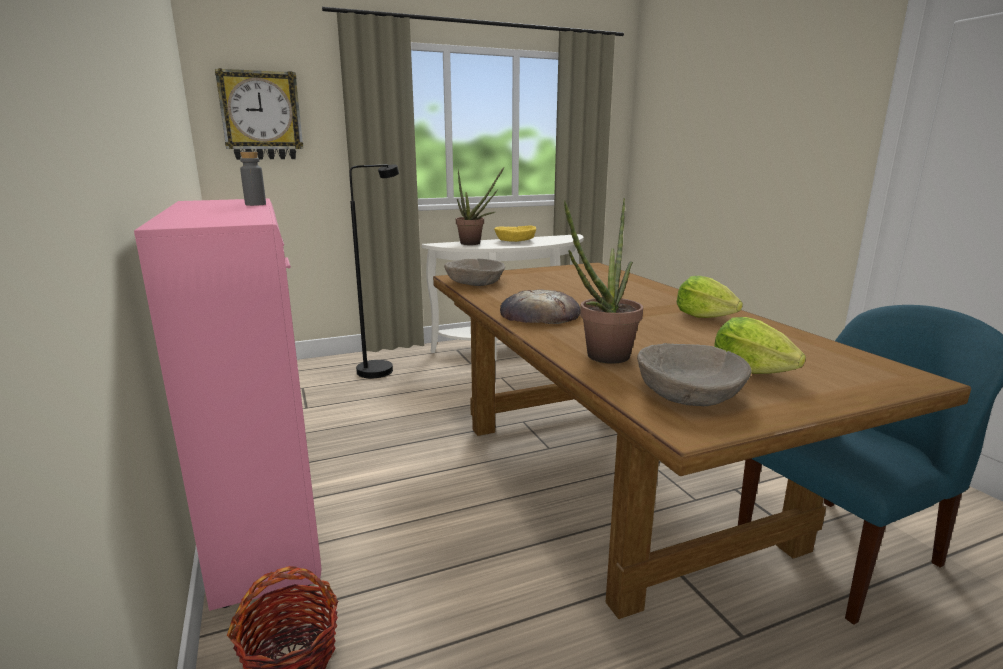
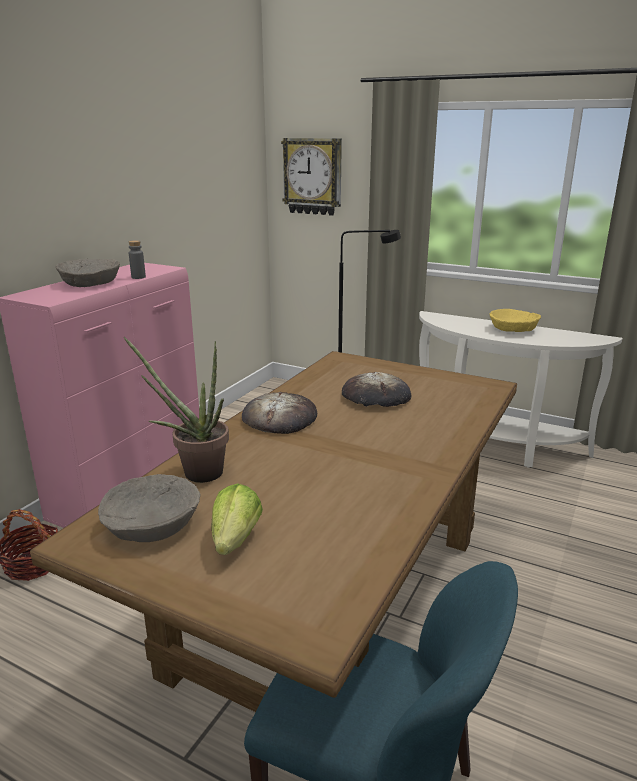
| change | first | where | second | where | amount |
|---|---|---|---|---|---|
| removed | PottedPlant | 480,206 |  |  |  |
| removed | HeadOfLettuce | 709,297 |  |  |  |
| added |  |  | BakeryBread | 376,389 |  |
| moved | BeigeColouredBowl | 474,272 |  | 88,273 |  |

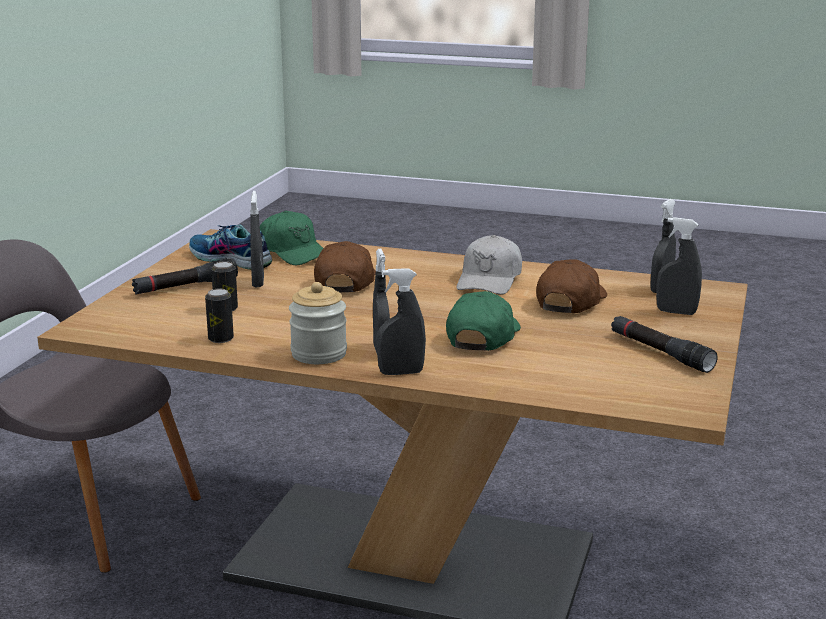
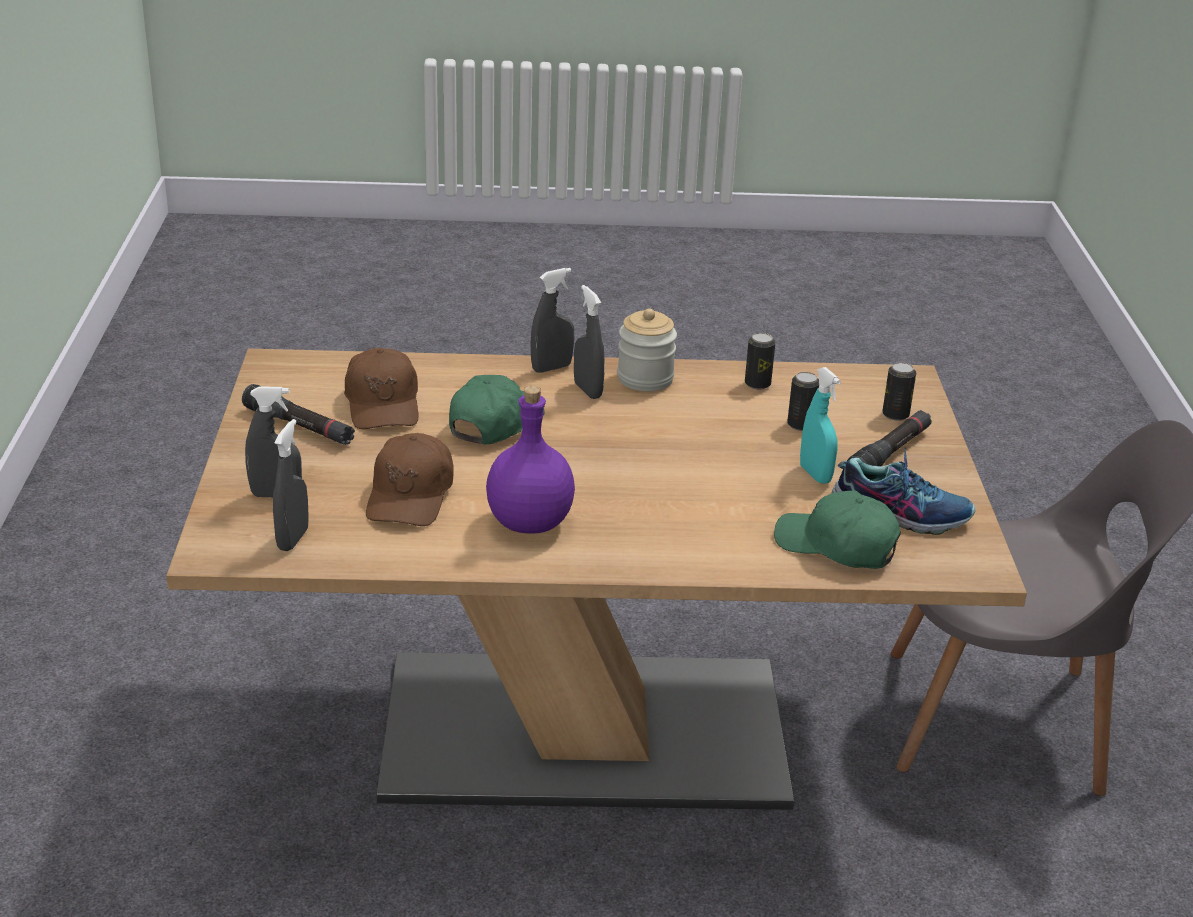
| change | first | where | second | where | amount |
|---|---|---|---|---|---|
| added |  |  | Can | 899,391 |  |
| moved | BrownBaseballCap | 345,266 |  | 381,388 |  |
| replaced | WhiteBaseballCap | 489,265 | PurplishBeverageBottle | 530,460 |  |
| recoloured | GreySprayer | 257,239 | TurquoiseColouredSprayer | 820,425 |  |
| turned | GreenColouredBaseballCap | 483,321 |  | 496,409 | 150 degrees counterclockwise |

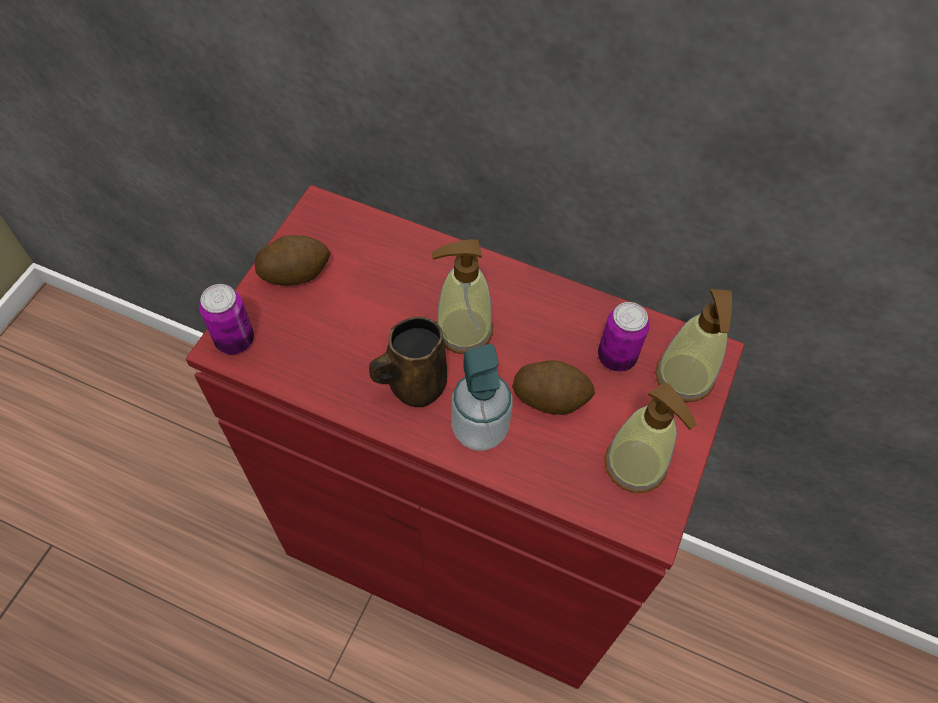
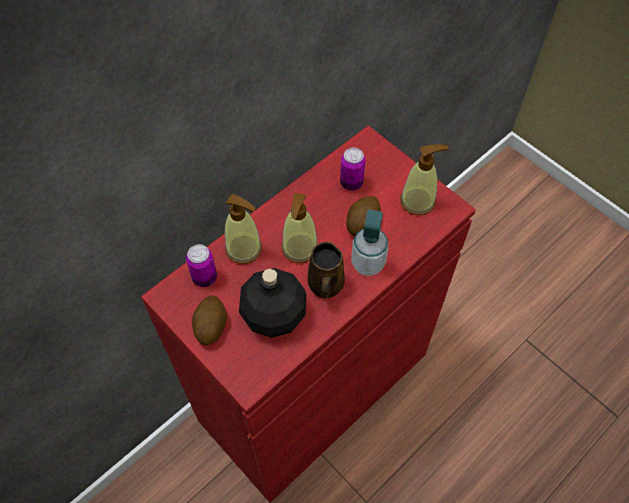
| change | first | where | second | where | amount |
|---|---|---|---|---|---|
| added |  |  | BlackColouredBeverageBottle | 272,303 |  |
| moved | Can | 226,319 |  | 201,265 |  |
| moved | SoapBottle | 693,345 |  | 243,229 |  |

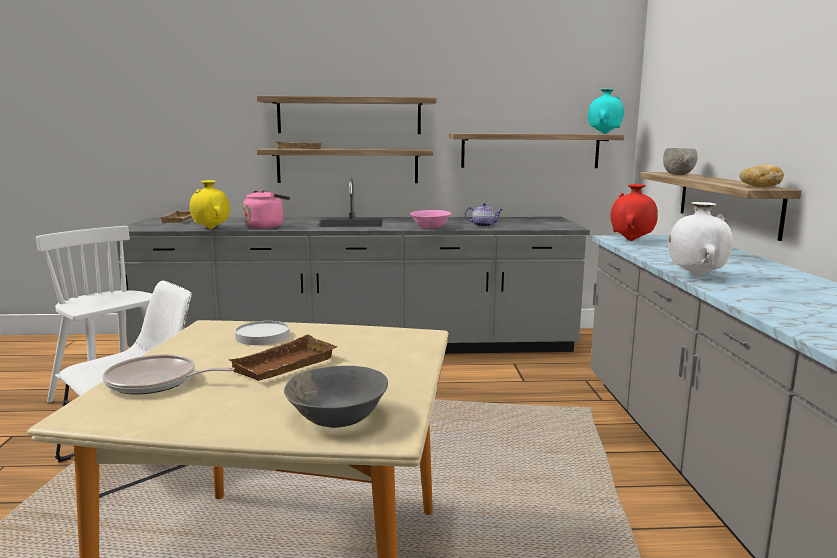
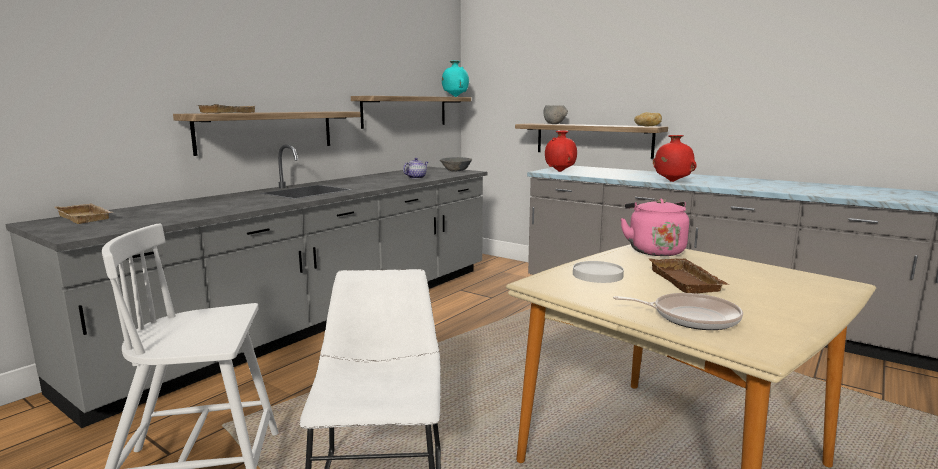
| change | first | where | second | where | amount |
|---|---|---|---|---|---|
| removed | YellowColouredFlowerVase | 210,204 |  |  |  |
| removed | Shelf | 347,115 |  |  |  |
| removed | PinkBowl | 430,219 |  |  |  |
| moved | PinkTeaKettle | 266,209 |  | 654,227 |  |
| moved | GreyBowl | 336,397 |  | 456,164 |  |
| recoloured | WhiteFlowerVase | 700,239 | RedFlowerVase | 675,158 |  |
| turned | FryingPan | 169,374 |  | 678,311 | 120 degrees counterclockwise |

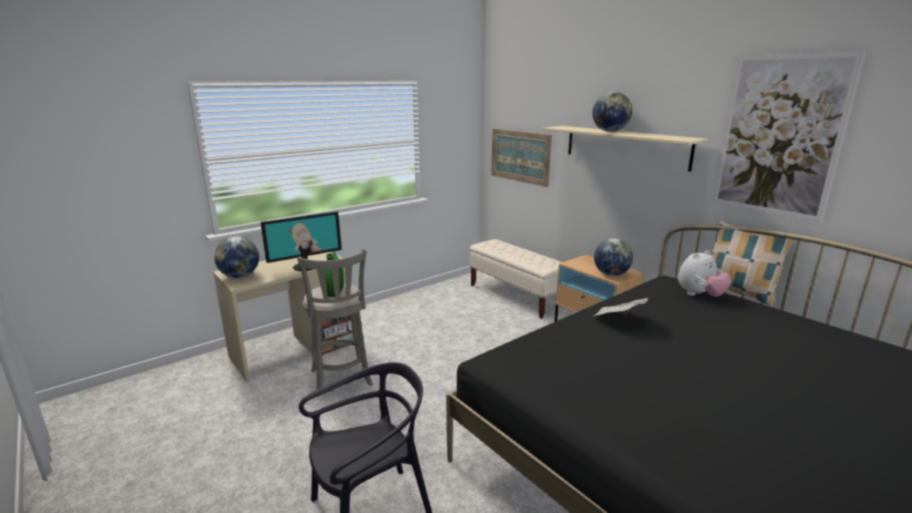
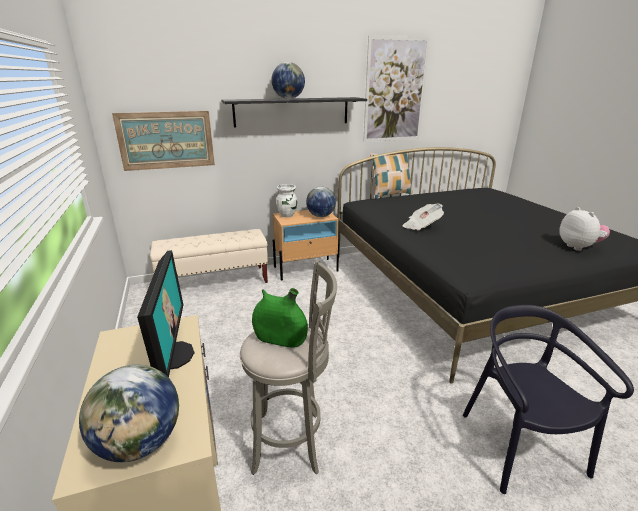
| change | first | where | second | where | amount |
|---|---|---|---|---|---|
| added |  |  | WhiteFlowerVase | 286,200 |  |
| moved | SoftToy | 704,273 |  | 584,229 |  |
| recoloured | BeigeColouredShelf | 625,149 | BlackColouredShelf | 294,112 |  |

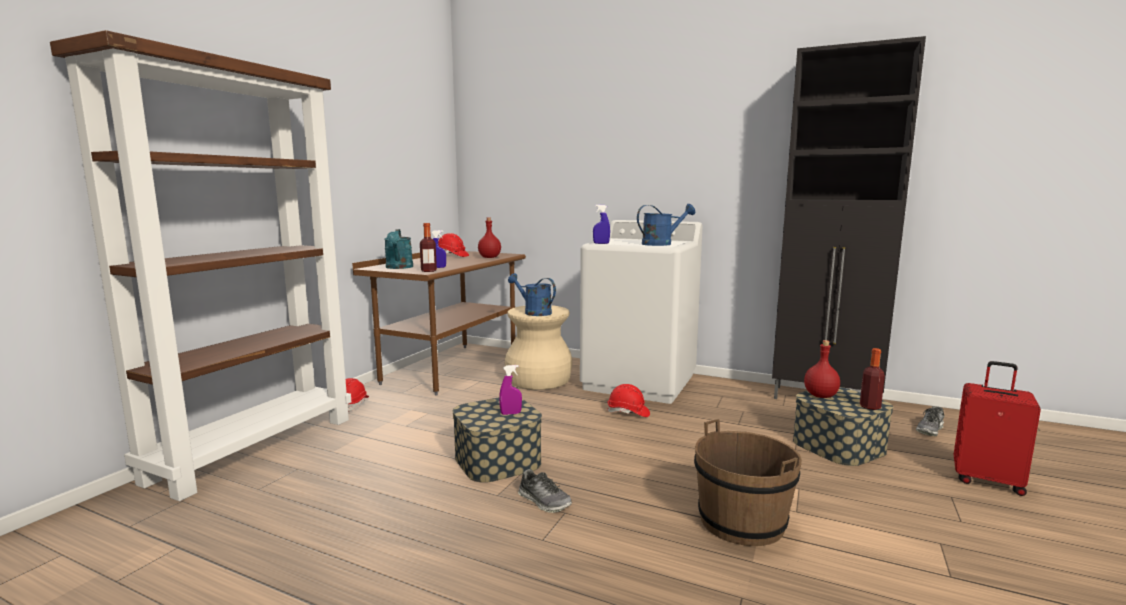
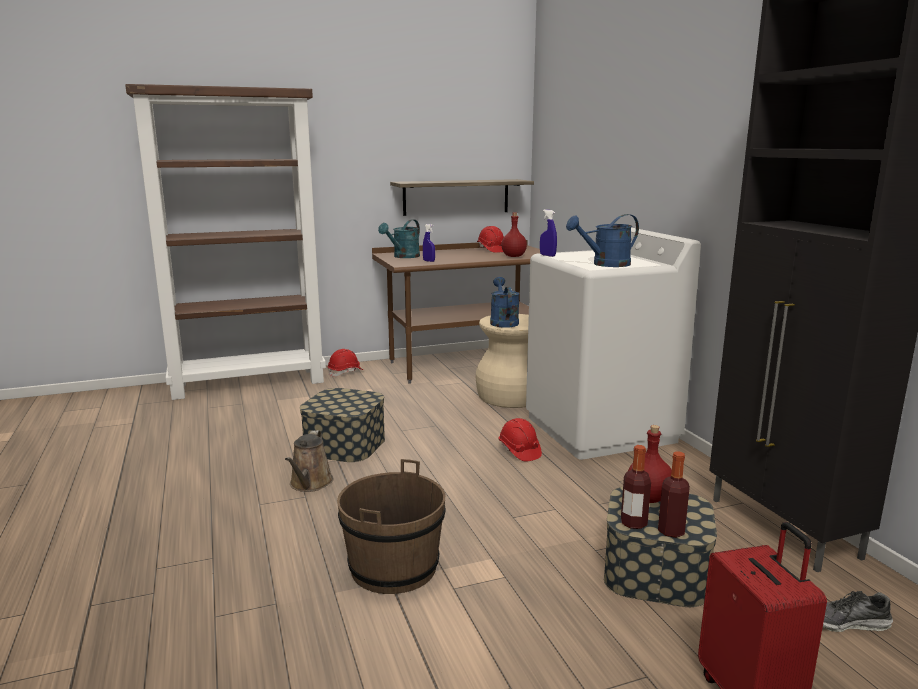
| change | first | where | second | where | amount |
|---|---|---|---|---|---|
| removed | PurplishSprayer | 510,390 |  |  |  |
| added |  |  | Shelf | 462,197 |  |
| moved | BeverageBottle | 428,247 |  | 636,487 |  |
| replaced | ItemOfFootwear | 545,491 | BrownWateringPot | 309,461 |  |
| turned | BlueWateringPot | 666,225 |  | 602,240 | 135 degrees clockwise |

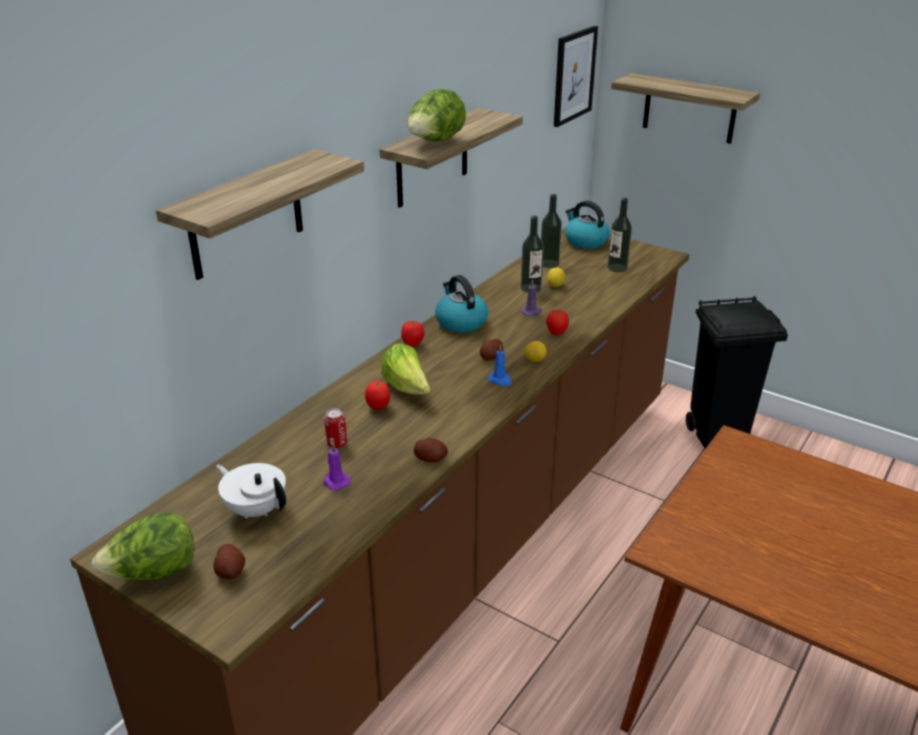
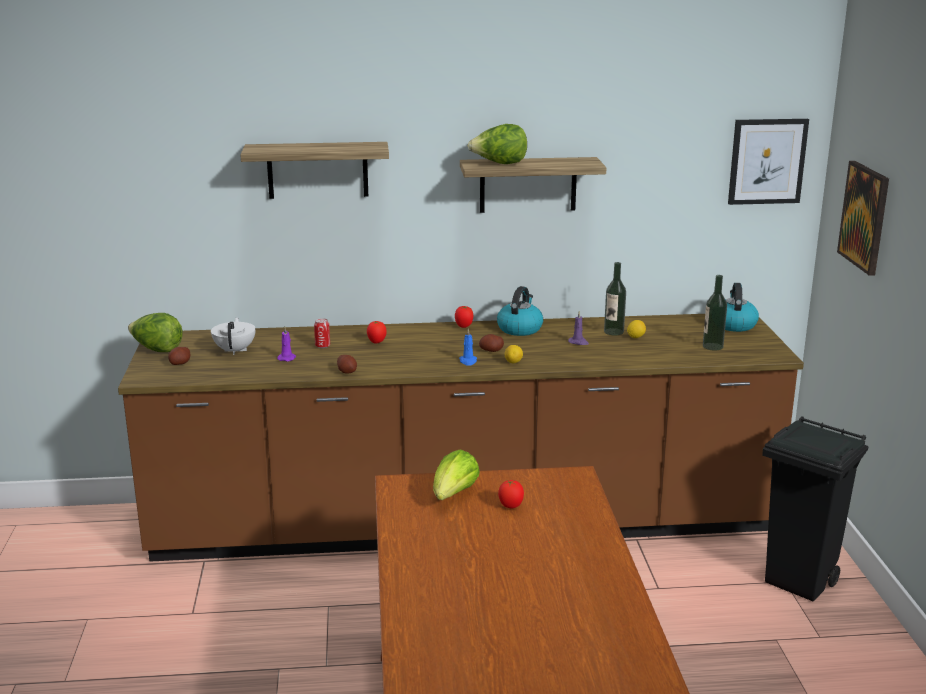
| change | first | where | second | where | amount |
|---|---|---|---|---|---|
| removed | BeverageBottle | 551,231 |  |  |  |
| moved | HeadOfLettuce | 406,369 |  | 456,474 |  |
| moved | FreshTomato | 557,322 |  | 511,494 |  |
| replaced | Shelf | 685,108 | Picture | 863,218 |  |

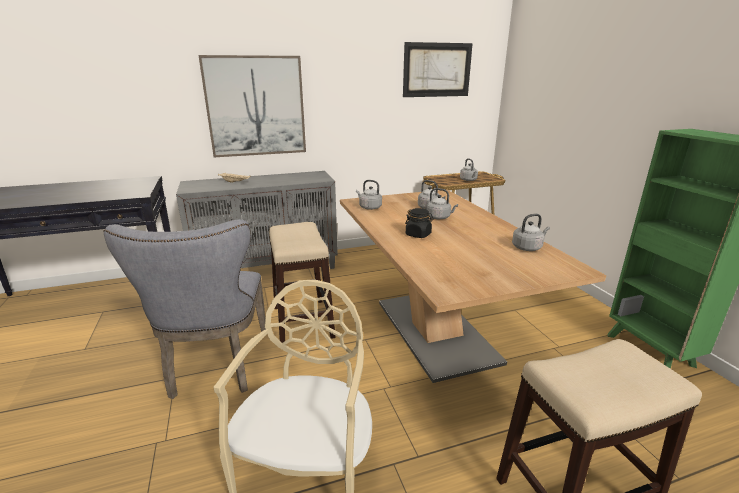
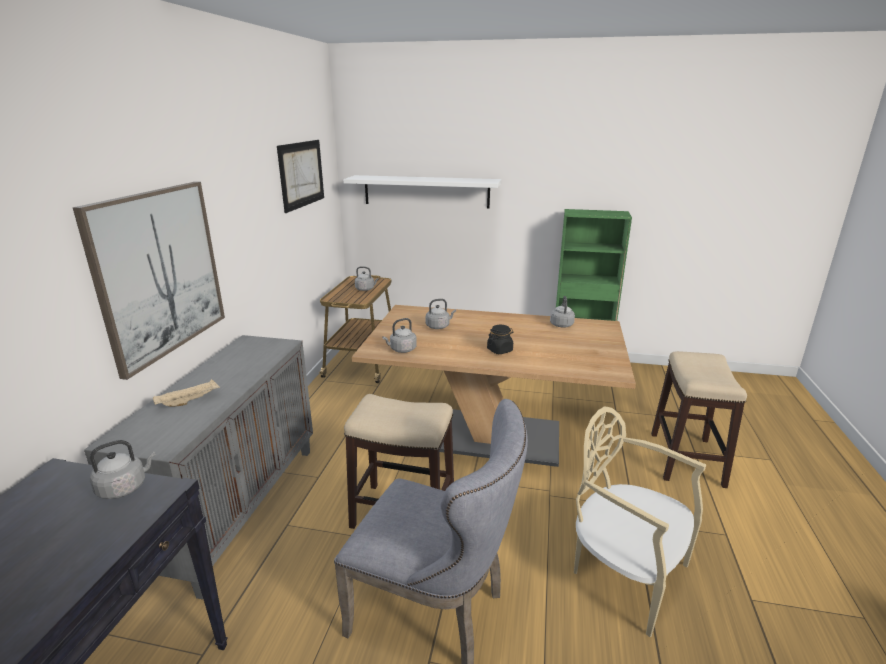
| change | first | where | second | where | amount |
|---|---|---|---|---|---|
| added |  |  | WhiteShelf | 422,191 |  |
| moved | GreyTeaKettle | 442,203 |  | 123,469 |  |

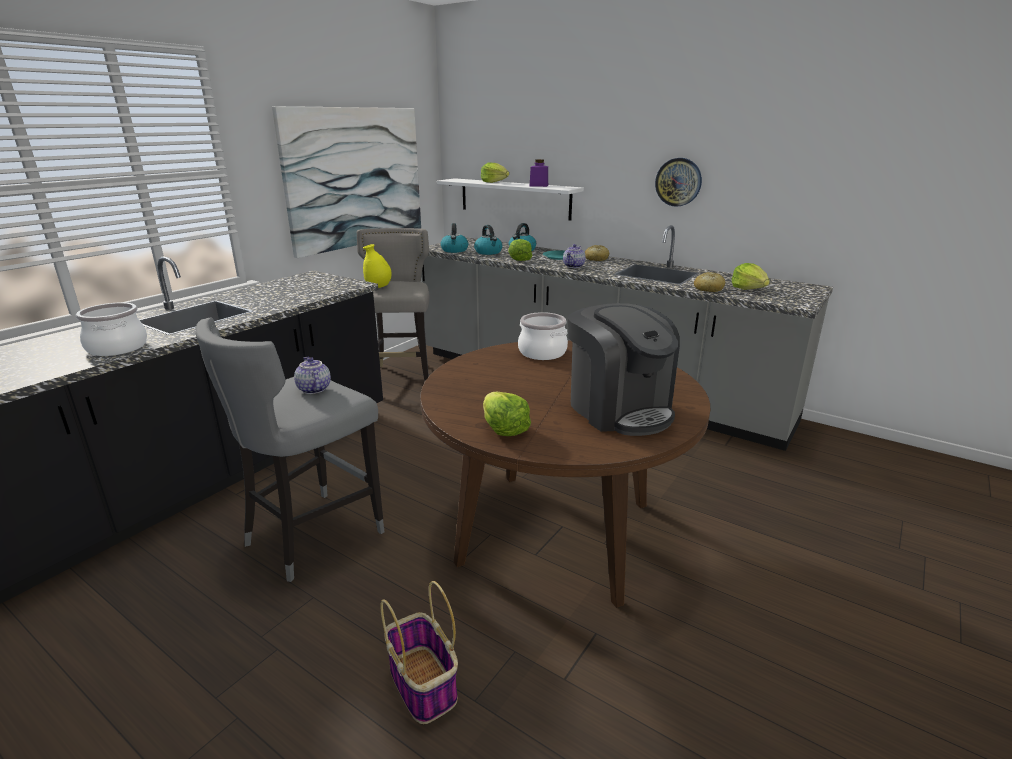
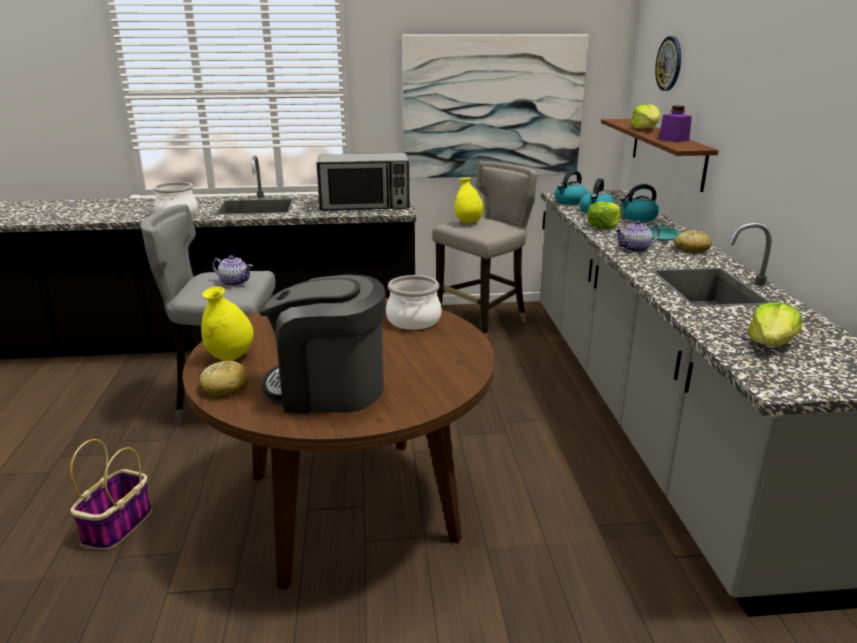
| change | first | where | second | where | amount |
|---|---|---|---|---|---|
| added |  |  | Microwave | 363,182 |  |
| moved | HangingClock | 678,182 |  | 668,63 |  |
| moved | BakeryBread | 709,282 |  | 224,378 |  |
| replaced | HeadOfLettuce | 507,414 | YellowColouredFlowerVase | 227,323 |  |
| recoloured | WhiteShelf | 510,199 | BrownShelf | 660,155 |  |
| turned | PotForTea | 312,375 |  | 232,270 | 90 degrees clockwise |
| turned | CoffeeMaker | 624,369 |  | 322,344 | 75 degrees clockwise |

